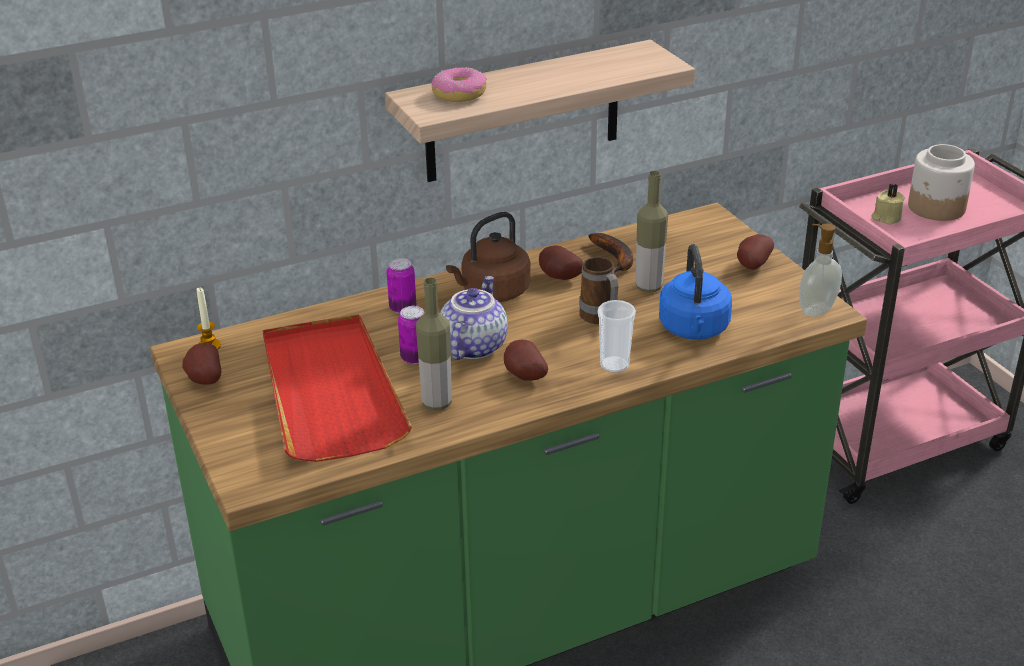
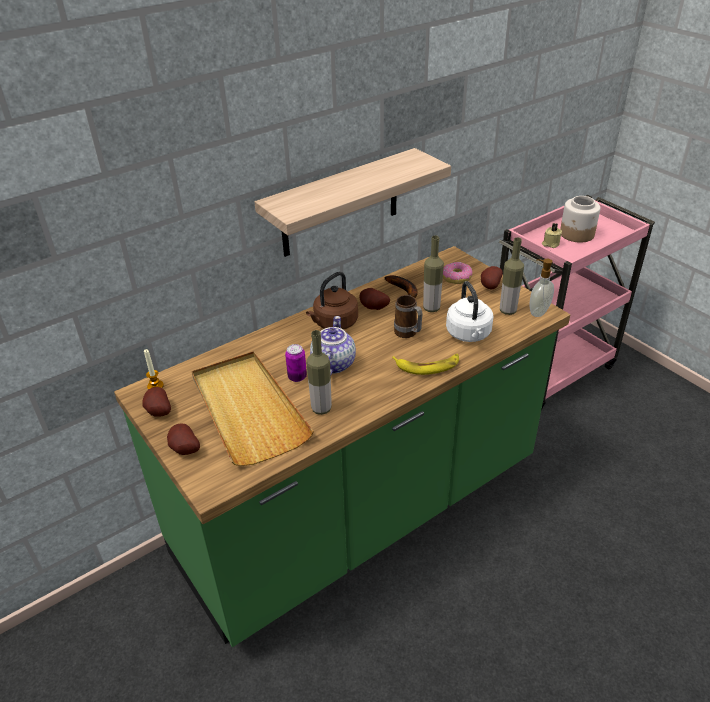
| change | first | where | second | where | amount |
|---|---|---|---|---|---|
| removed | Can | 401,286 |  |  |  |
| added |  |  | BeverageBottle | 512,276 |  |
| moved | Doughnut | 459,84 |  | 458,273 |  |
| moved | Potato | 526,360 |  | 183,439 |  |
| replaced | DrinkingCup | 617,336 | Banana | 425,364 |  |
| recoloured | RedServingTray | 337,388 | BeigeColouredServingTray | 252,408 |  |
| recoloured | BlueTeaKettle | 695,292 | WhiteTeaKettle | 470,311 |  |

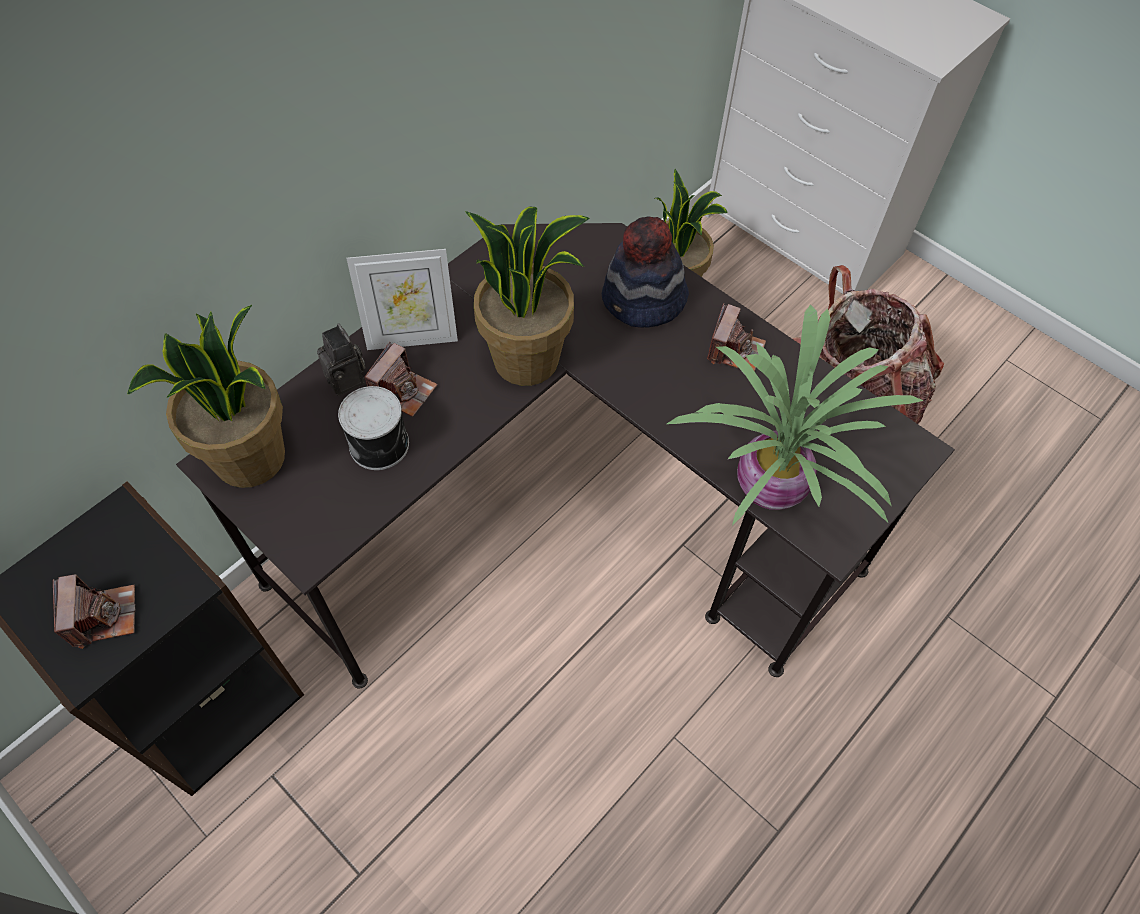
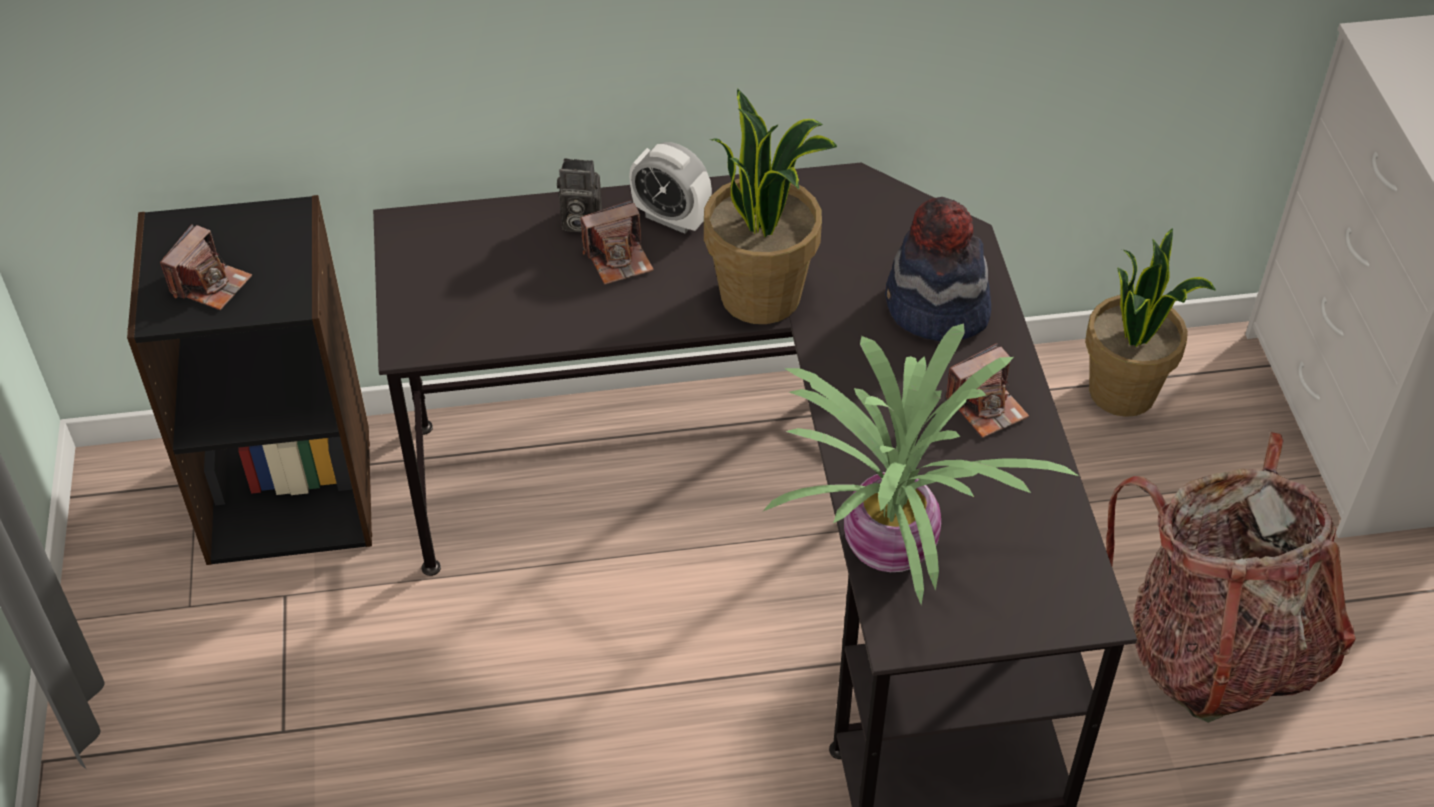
| change | first | where | second | where | amount |
|---|---|---|---|---|---|
| removed | PottedPlant | 206,396 |  |  |  |
| removed | Can | 373,428 |  |  |  |
| replaced | PhotoFrame | 402,299 | BedsideClock | 670,188 |  |
| turned | PhotoCamera | 341,359 |  | 579,195 | 90 degrees clockwise |

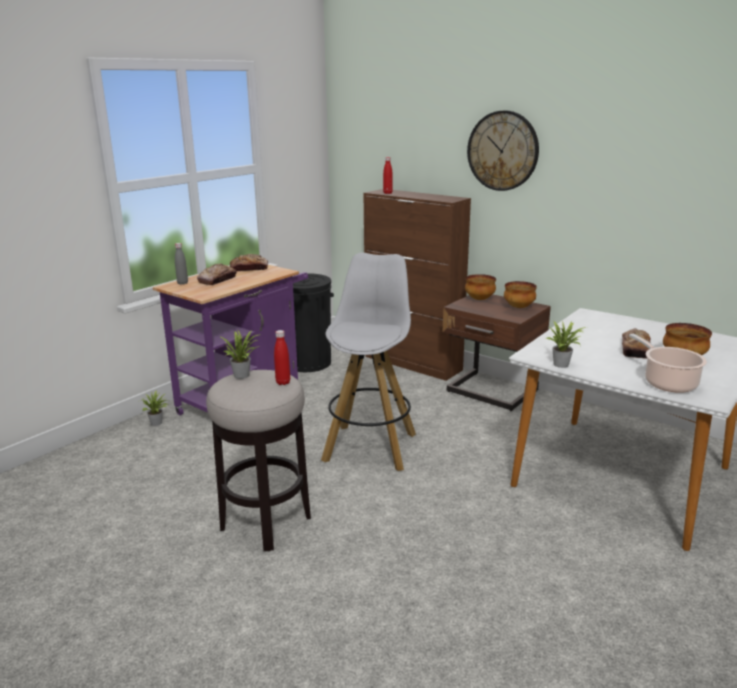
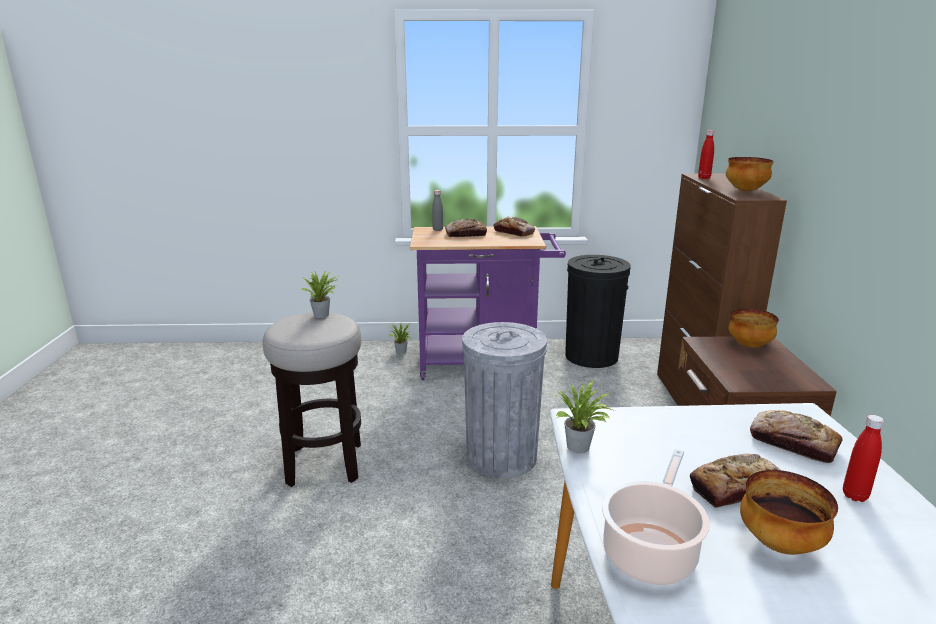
| change | first | where | second | where | amount |
|---|---|---|---|---|---|
| removed | HangingClock | 503,150 |  |  |  |
| added |  |  | BakeryBread | 796,436 |  |
| moved | RedBeverageBottle | 282,357 |  | 863,458 |  |
| moved | Bowl | 520,294 |  | 750,174 |  |
| replaced | WhiteStool | 368,362 | GreyTrashCan | 504,400 |  |

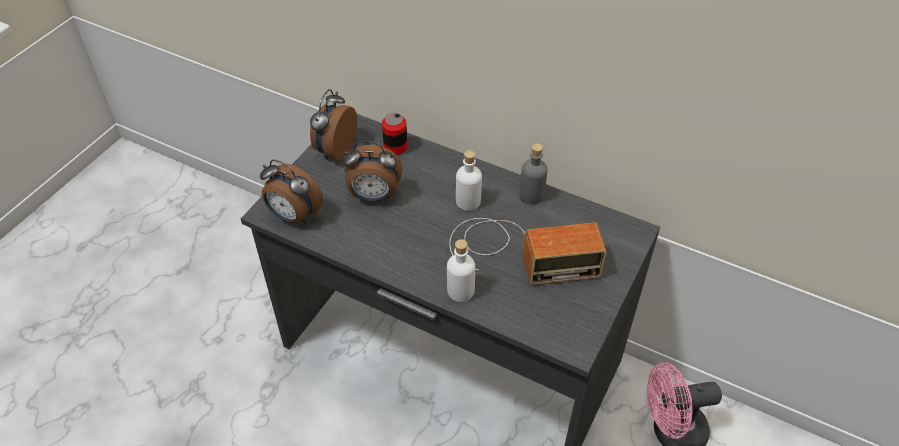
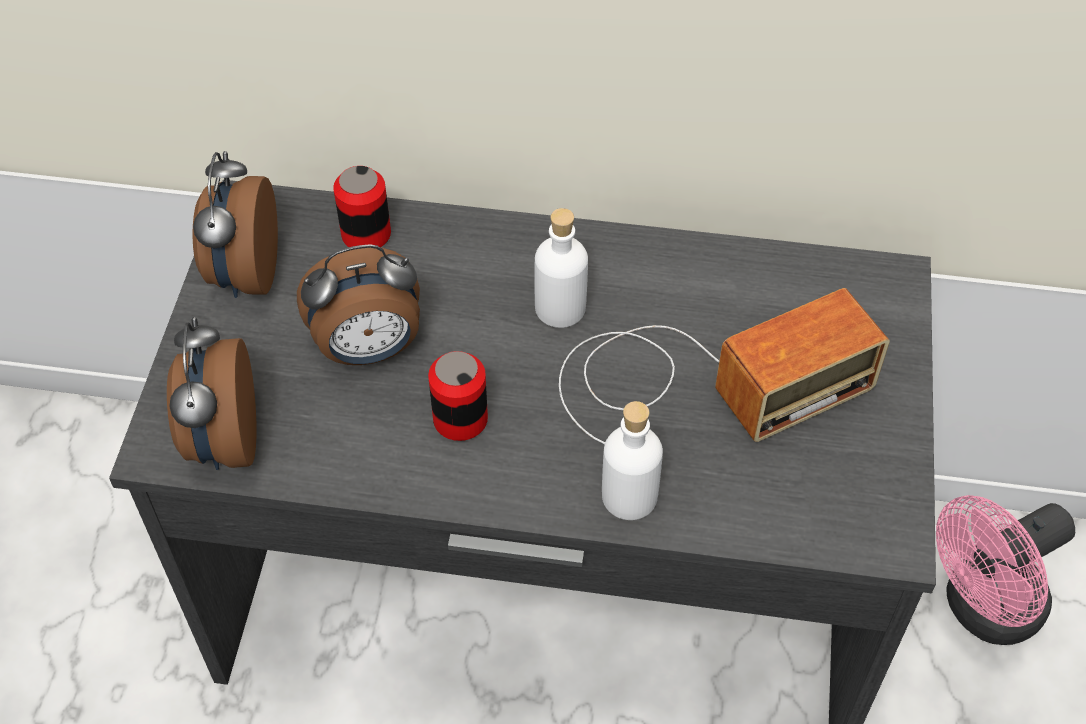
| change | first | where | second | where | amount |
|---|---|---|---|---|---|
| removed | GreyBeverageBottle | 533,174 |  |  |  |
| added |  |  | Can | 458,396 |  |
| turned | BedsideClock | 291,191 |  | 211,393 | 75 degrees clockwise |

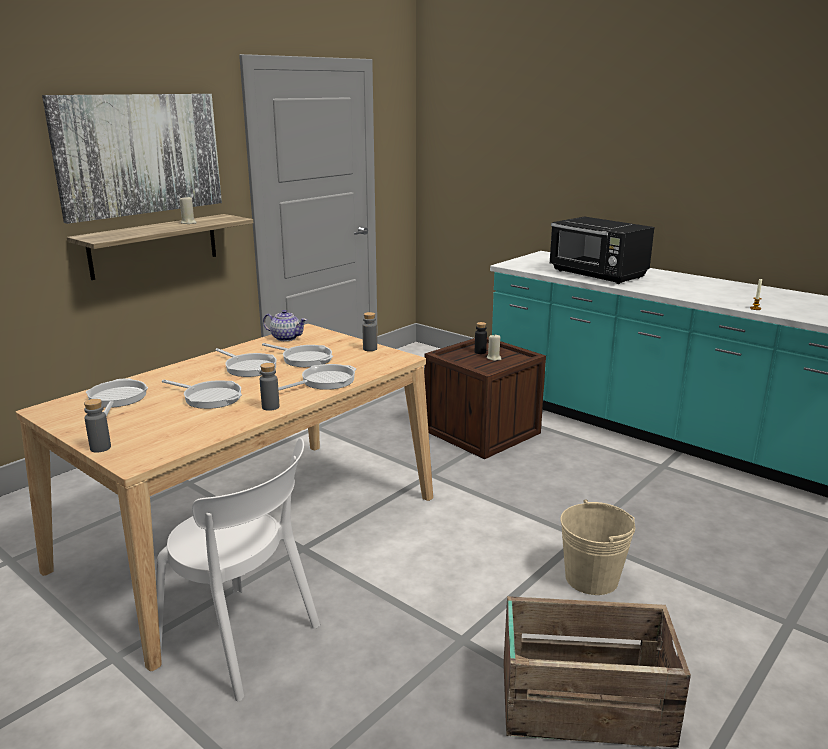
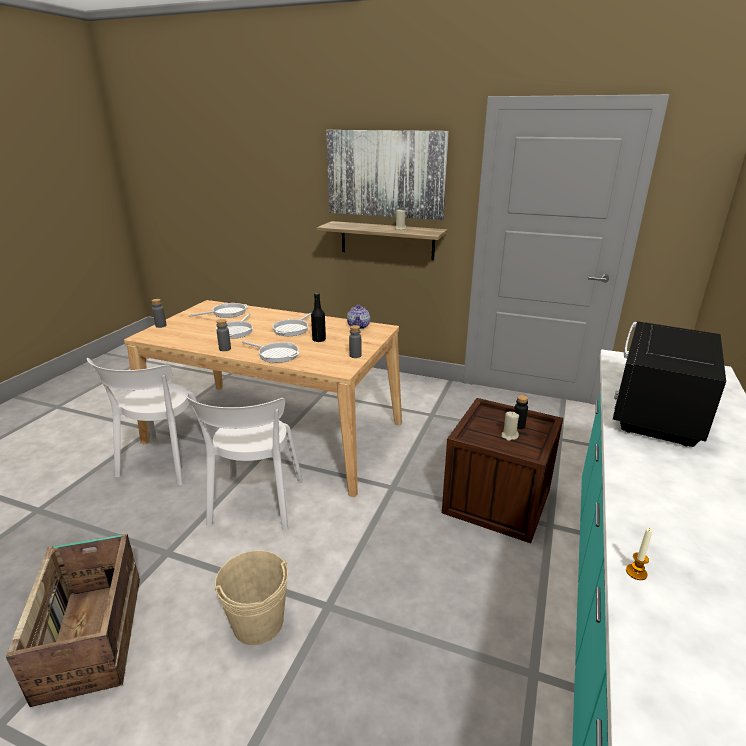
| change | first | where | second | where | amount |
|---|---|---|---|---|---|
| added |  |  | WhiteChair | 243,462 |  |
| replaced | FryingPan | 297,355 | BlackColouredBeverageBottle | 318,317 |  |

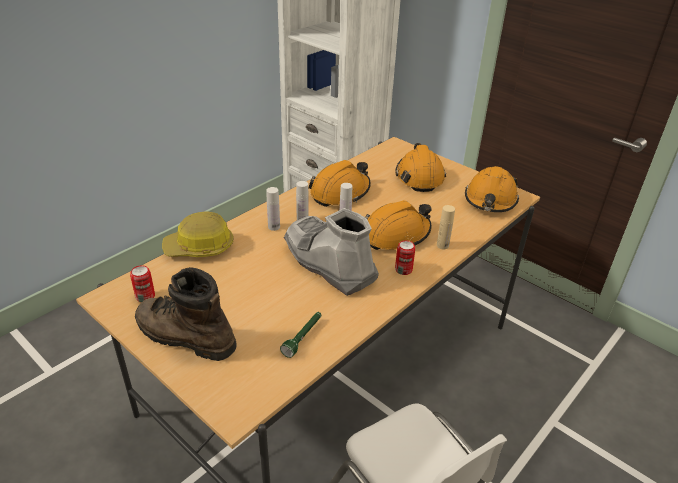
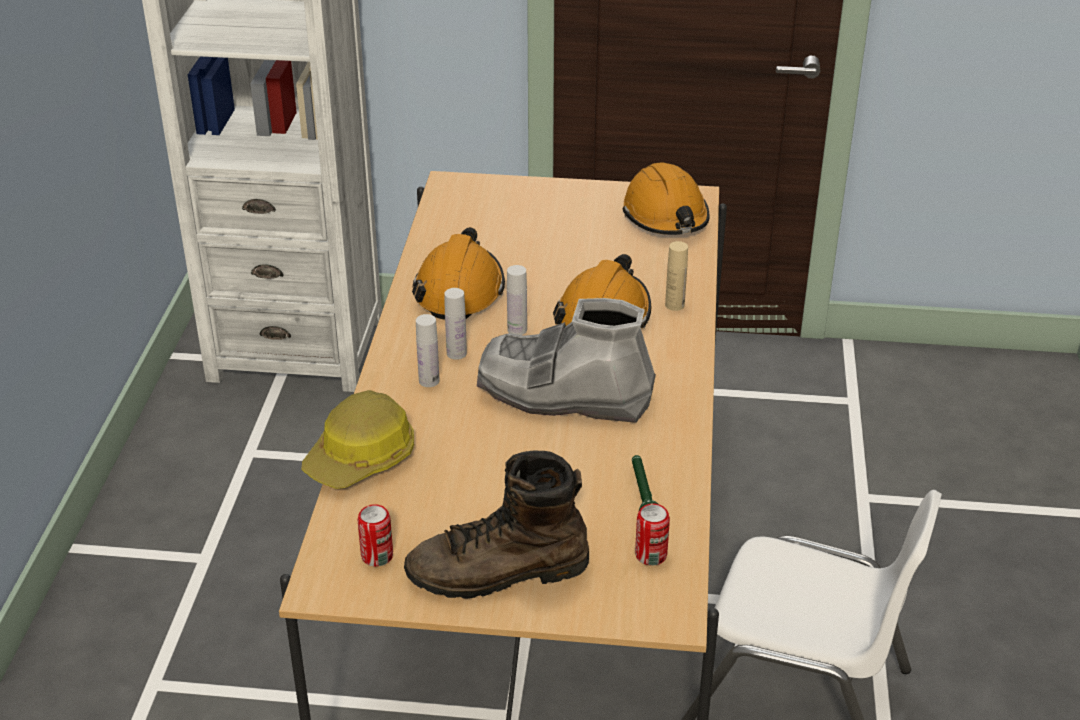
| change | first | where | second | where | amount |
|---|---|---|---|---|---|
| removed | OrangeColouredSafetyHelmet | 420,167 |  |  |  |
| moved | Can | 405,257 |  | 652,534 |  |

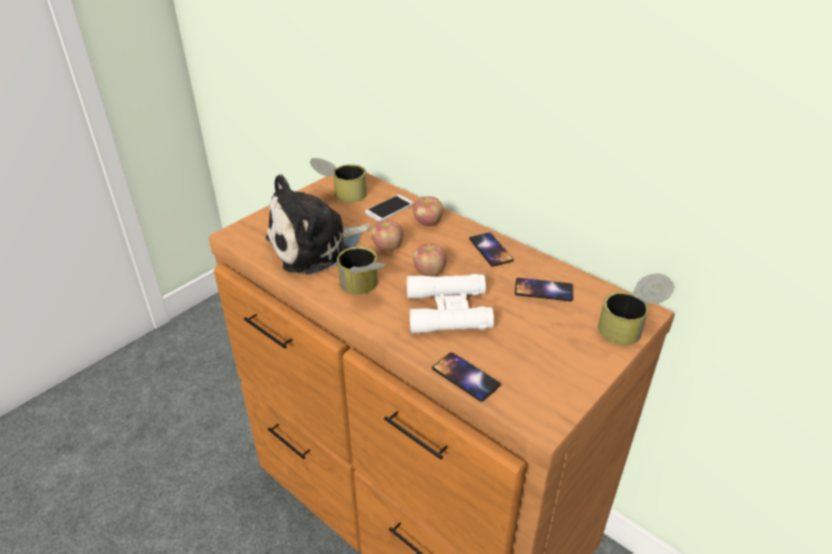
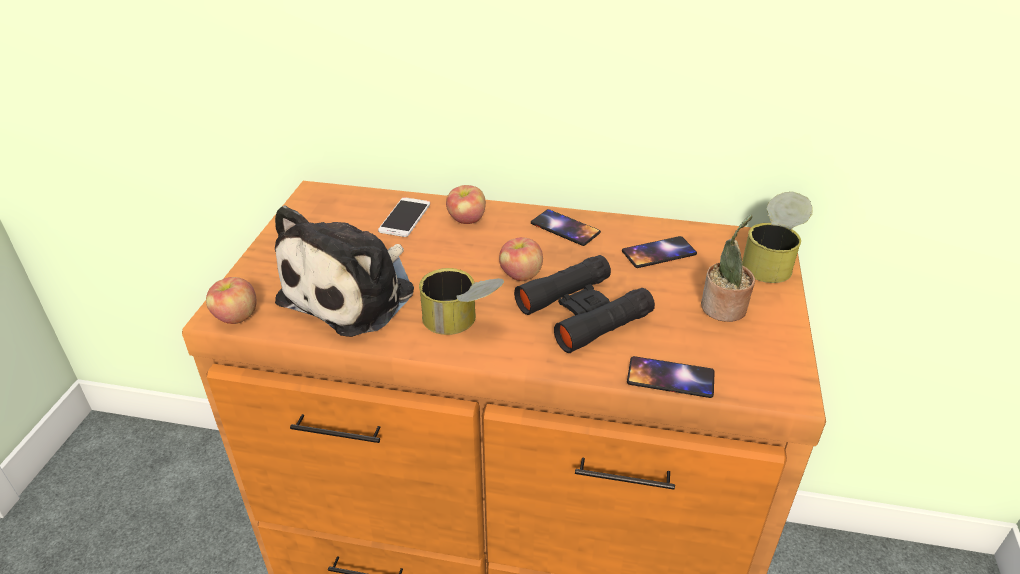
| change | first | where | second | where | amount |
|---|---|---|---|---|---|
| removed | Can | 338,180 |  |  |  |
| added |  |  | PottedPlant | 728,268 |  |
| moved | WholeApple | 387,235 |  | 231,300 |  |
| recoloured | WhiteFieldGlasses | 450,304 | BlackColouredFieldGlasses | 584,304 |  |

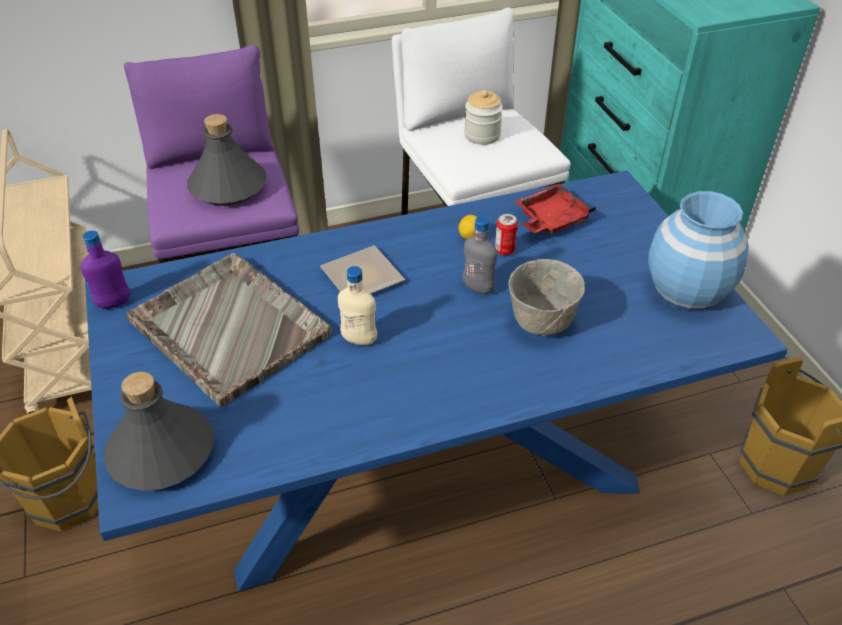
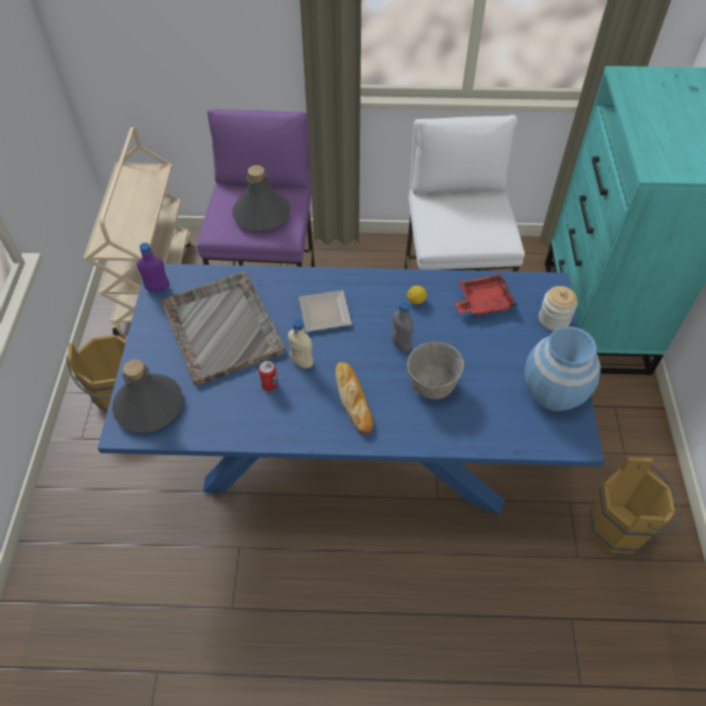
| change | first | where | second | where | amount |
|---|---|---|---|---|---|
| added |  |  | BakeryBread | 354,398 |  |
| moved | StorageJar | 483,117 |  | 558,308 |  |
| moved | Can | 506,234 |  | 268,376 |  |

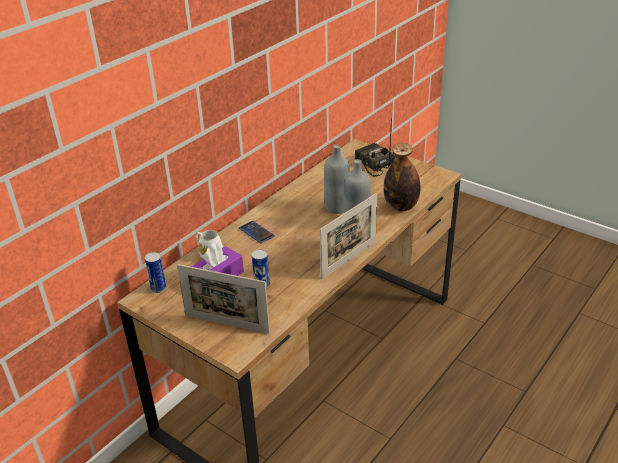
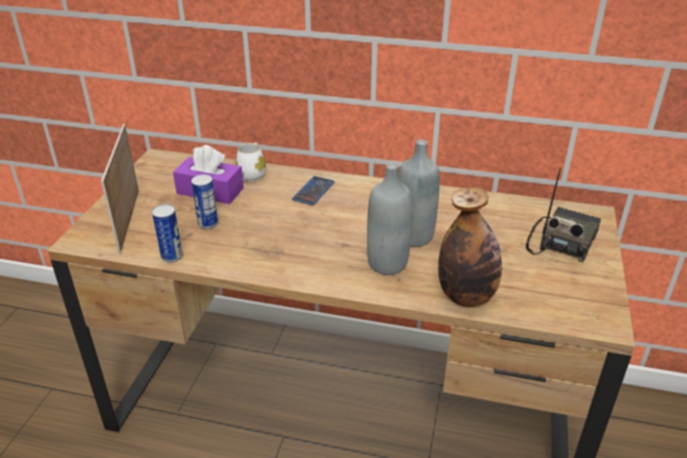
| change | first | where | second | where | amount |
|---|---|---|---|---|---|
| removed | PhotoFrame | 348,236 |  |  |  |
| moved | Can | 155,272 |  | 167,233 |  |

